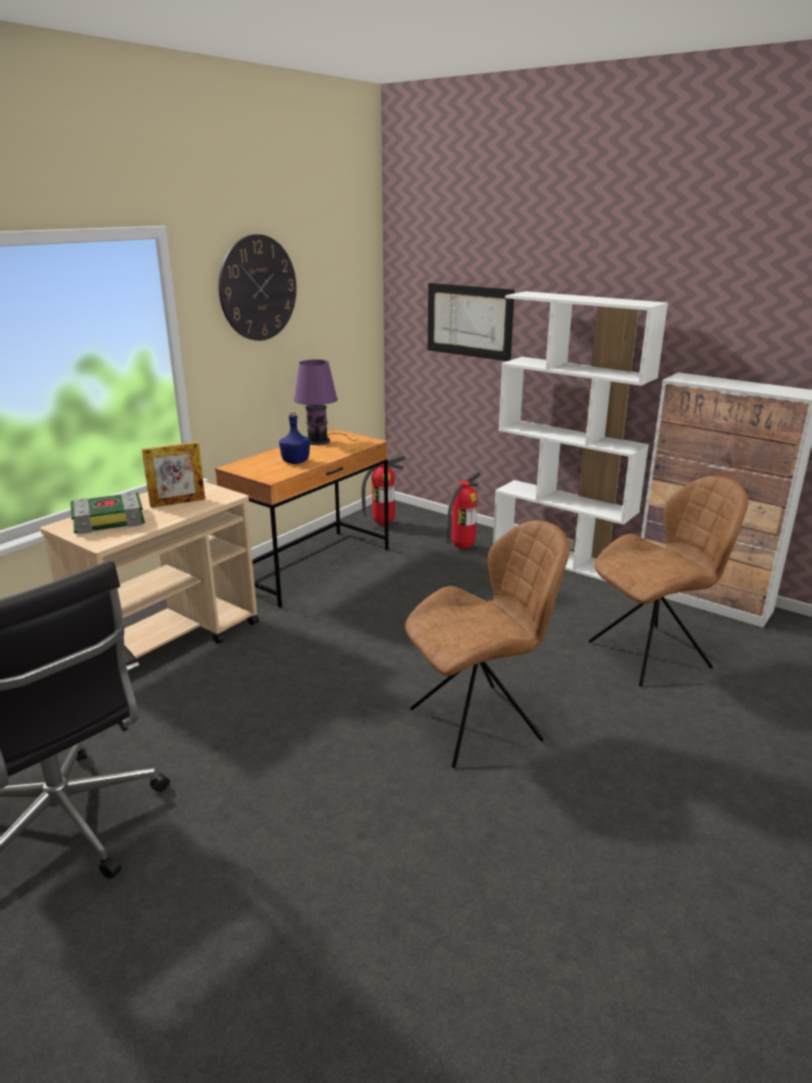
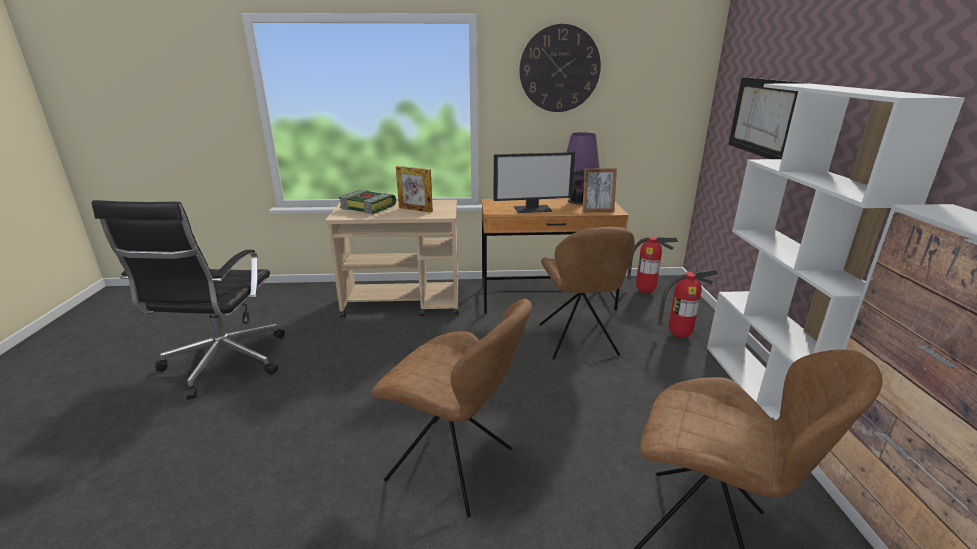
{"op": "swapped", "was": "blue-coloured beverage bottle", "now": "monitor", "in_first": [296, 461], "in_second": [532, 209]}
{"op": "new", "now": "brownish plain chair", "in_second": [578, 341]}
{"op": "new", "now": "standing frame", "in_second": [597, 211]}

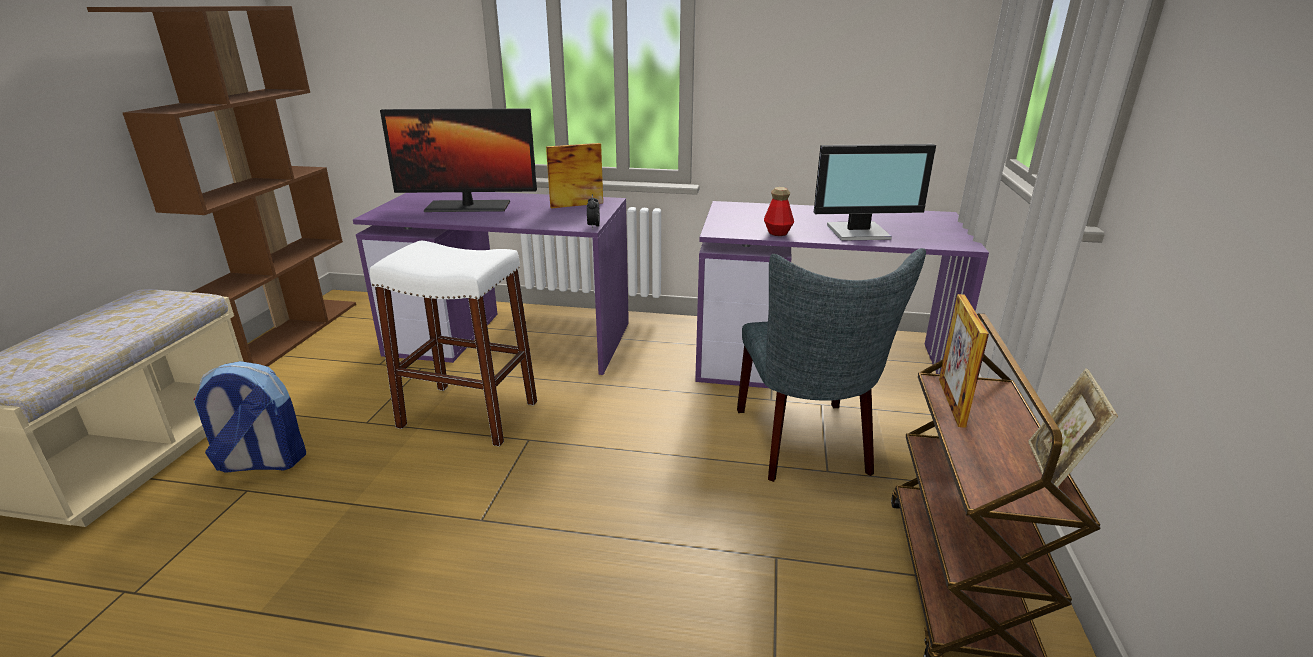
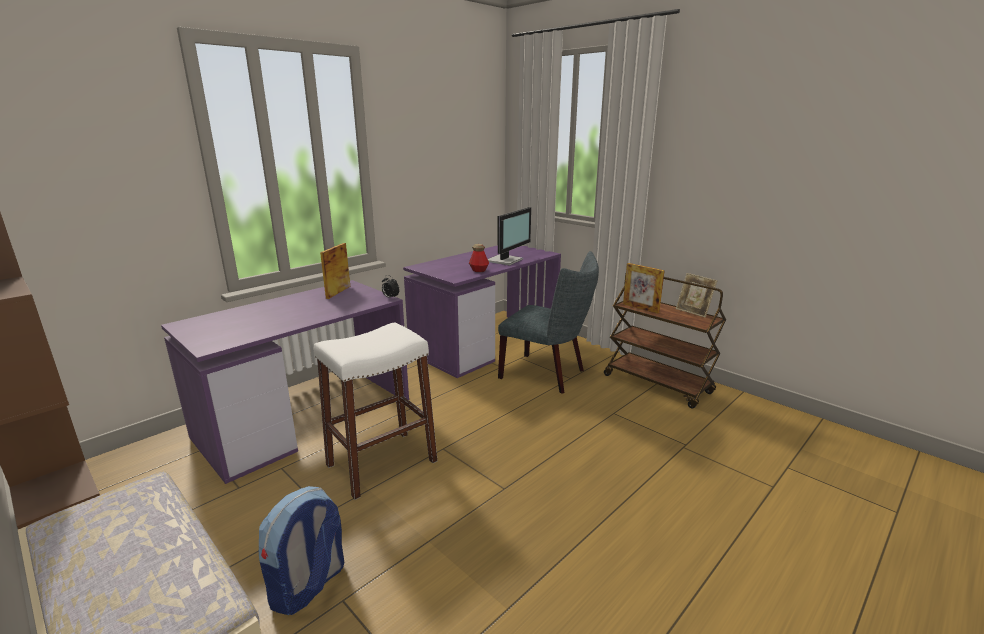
{"op": "gone", "was": "monitor", "in_first": [468, 206]}

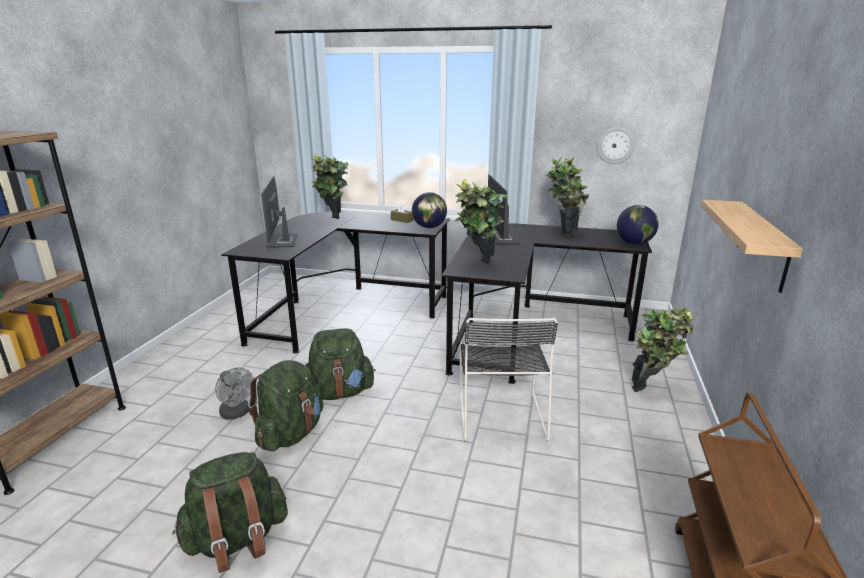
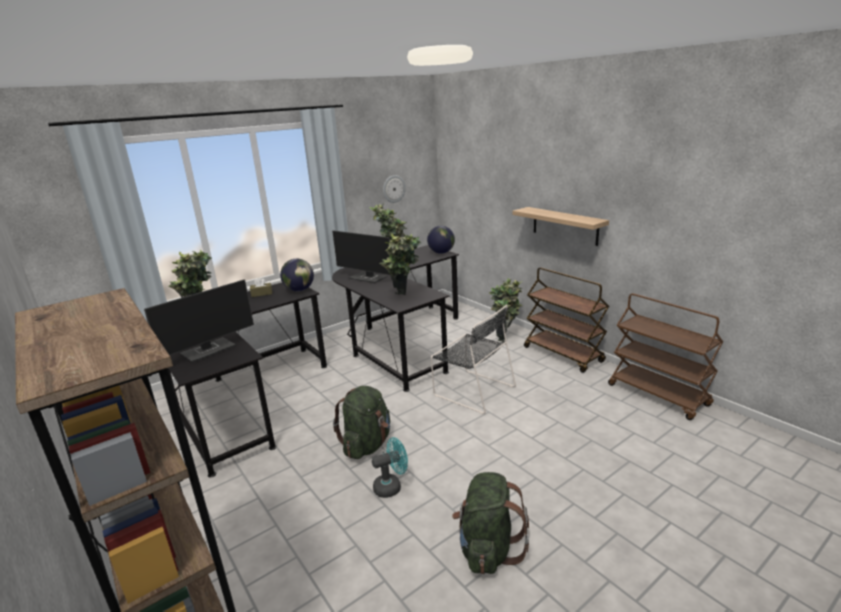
{"op": "rotated", "was": "monitor", "in_first": [282, 242], "in_second": [209, 350], "clockwise": -75}
{"op": "swapped", "was": "green-coloured backpack", "now": "turquoise-coloured fan", "in_first": [290, 434], "in_second": [391, 486]}
{"op": "new", "now": "brownish wheeled cart", "in_second": [563, 354]}
{"op": "gone", "was": "grey fan", "in_first": [237, 413]}

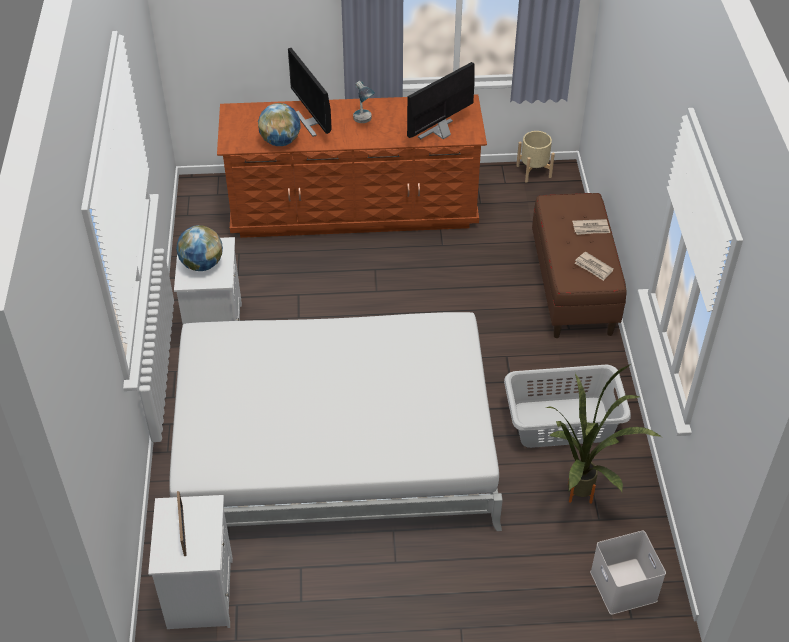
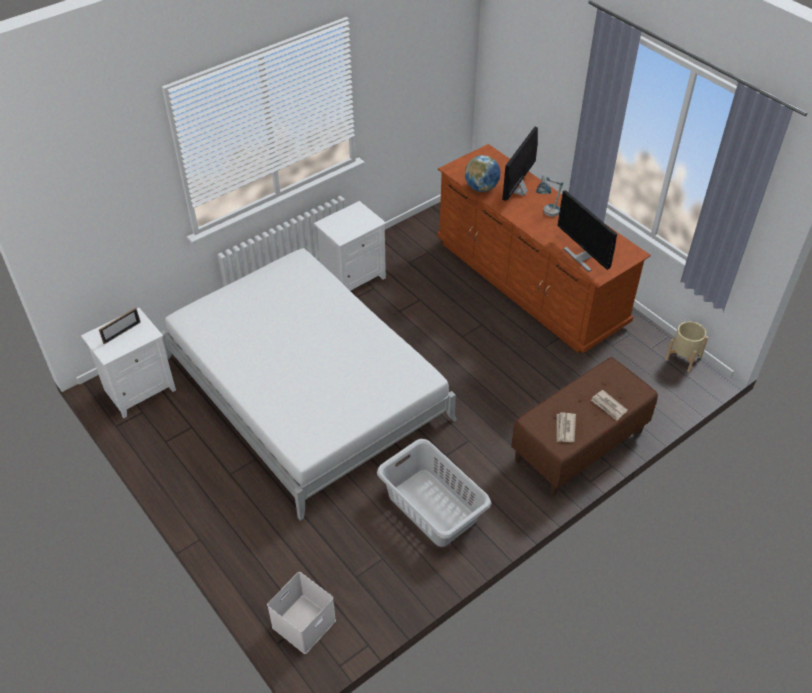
{"op": "rotated", "was": "monitor", "in_first": [440, 132], "in_second": [582, 257], "clockwise": -135}
{"op": "gone", "was": "globe", "in_first": [202, 264]}
{"op": "gone", "was": "houseplant", "in_first": [577, 501]}

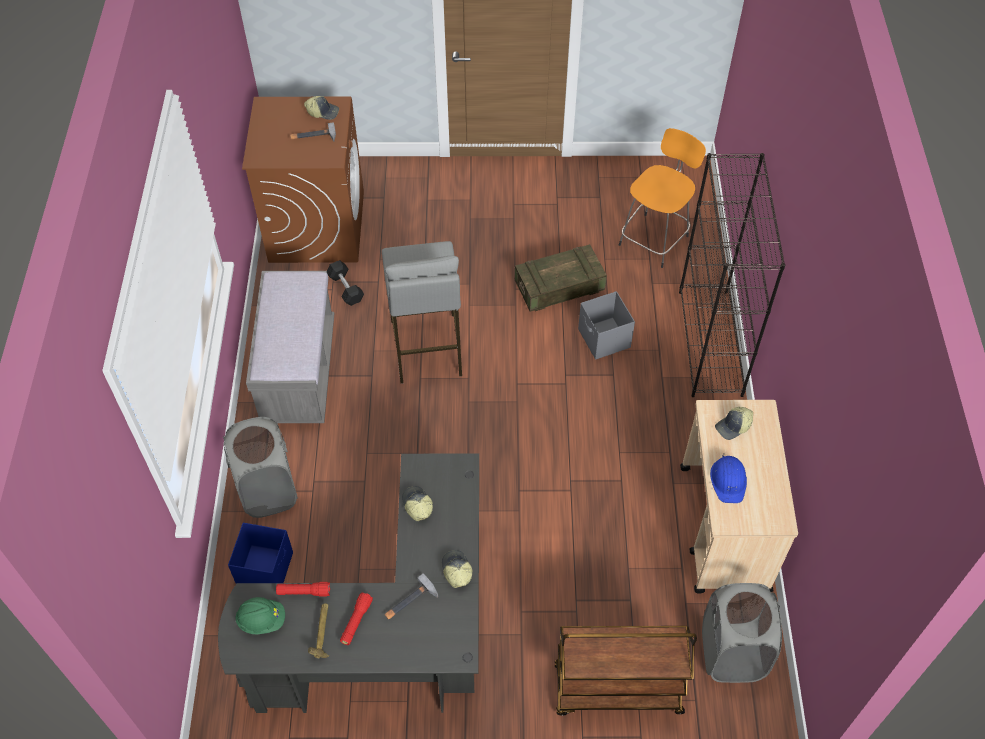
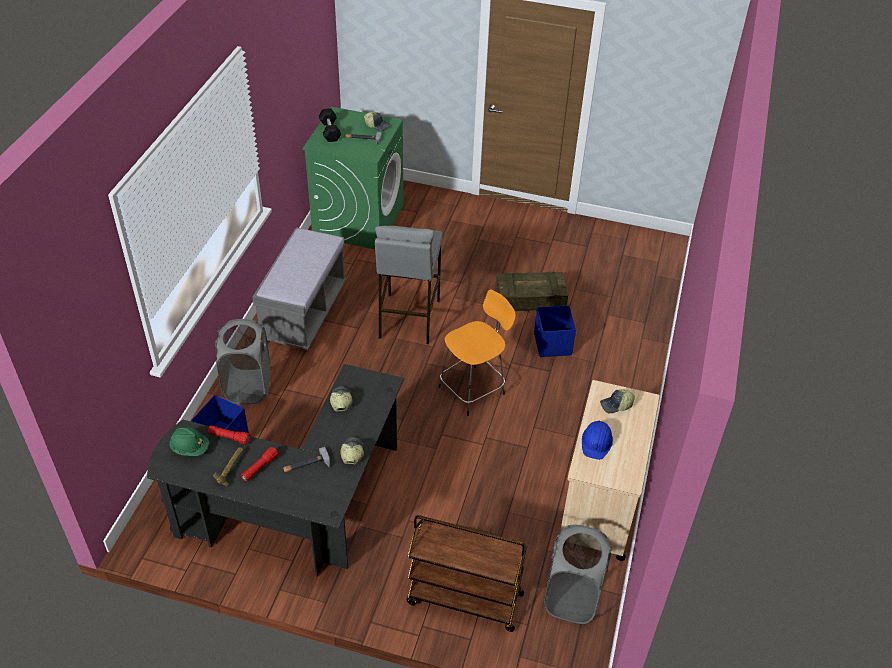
{"op": "repainted", "was": "brownish laundry appliance", "now": "green-coloured laundry appliance", "in_first": [316, 226], "in_second": [358, 220]}
{"op": "shifted", "was": "black-coloured dumbbell", "in_first": [346, 288], "in_second": [330, 131]}
{"op": "shifted", "was": "orange stool", "in_first": [655, 239], "in_second": [473, 389]}
{"op": "repainted", "was": "grey storage box", "now": "blue-coloured storage box", "in_first": [604, 339], "in_second": [552, 344]}
{"op": "gone", "was": "black-coloured bookshelf", "in_first": [710, 343]}

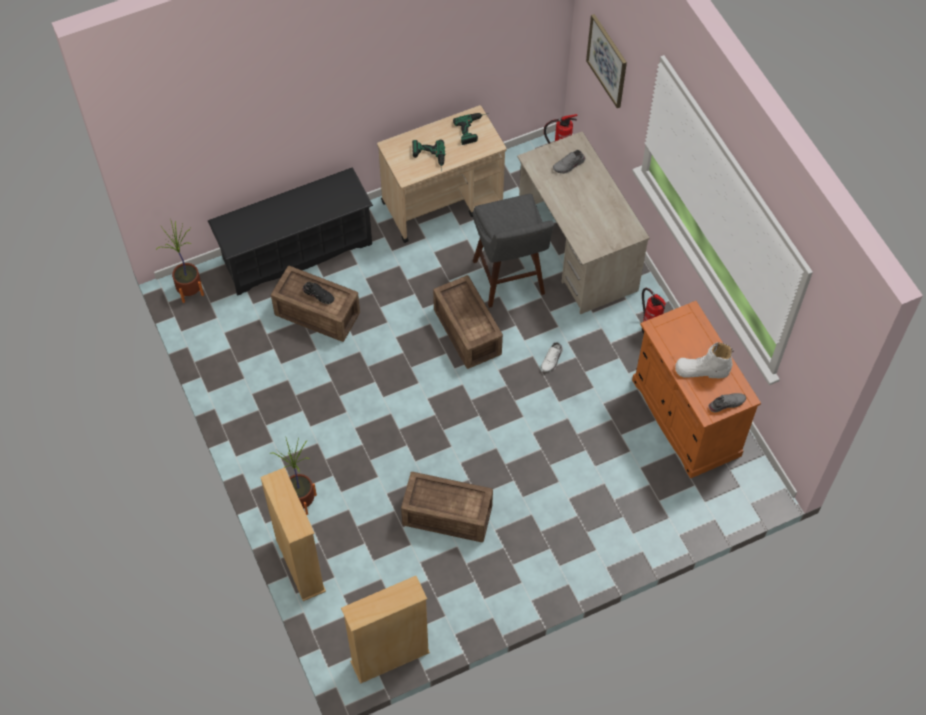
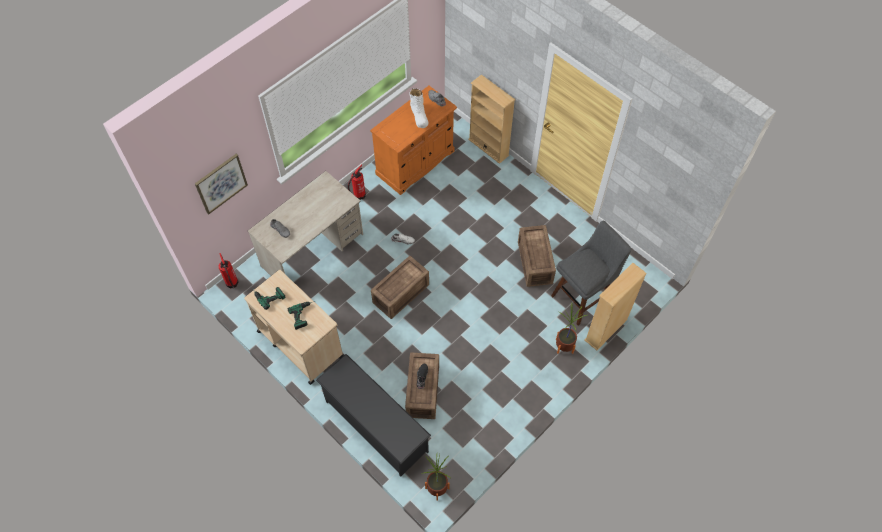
{"op": "shifted", "was": "sand-coloured bookshelf", "in_first": [390, 657], "in_second": [488, 147]}
{"op": "shifted", "was": "grey stool", "in_first": [509, 280], "in_second": [582, 298]}

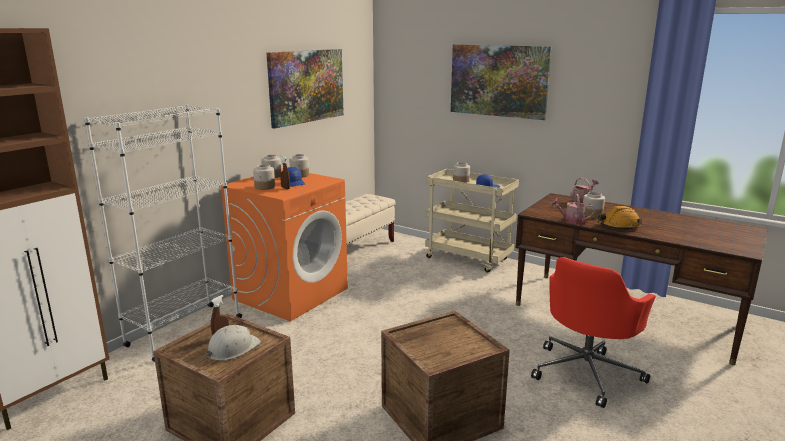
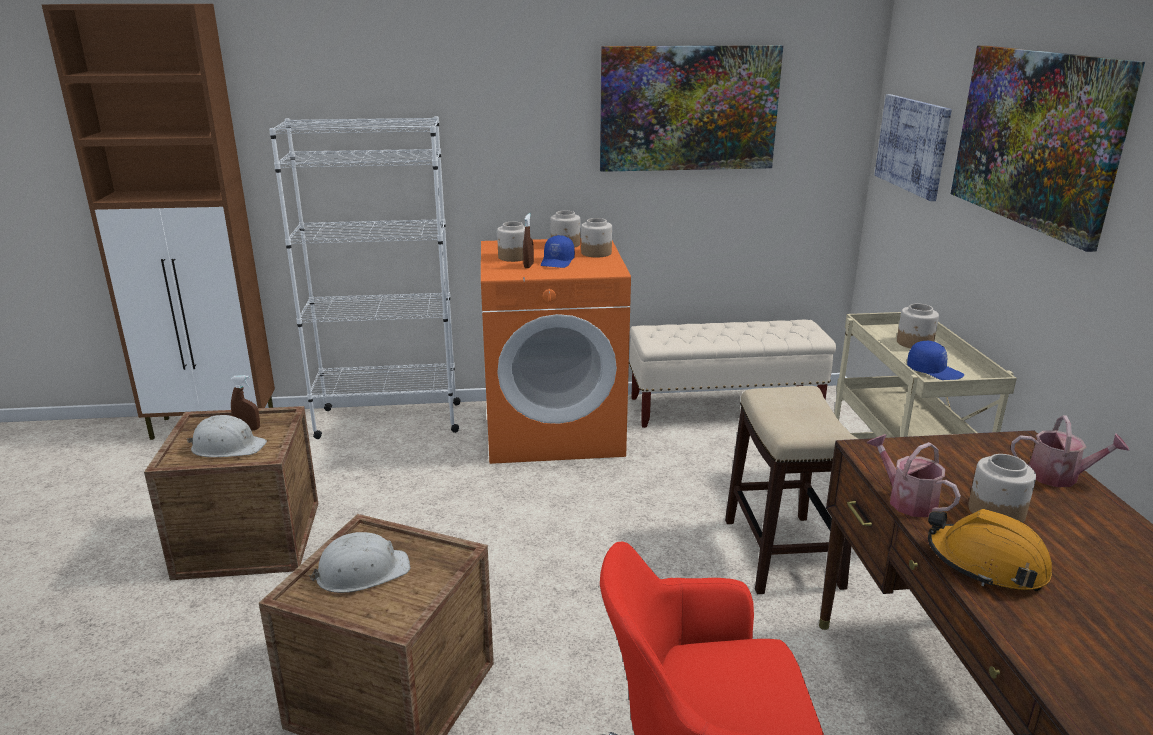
{"op": "new", "now": "white-coloured work helmet", "in_second": [362, 572]}
{"op": "new", "now": "stool", "in_second": [782, 554]}
{"op": "new", "now": "wall art", "in_second": [912, 145]}

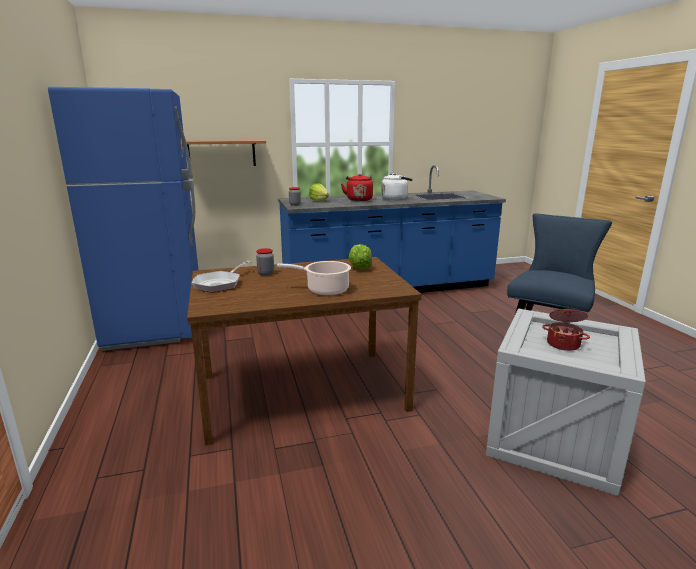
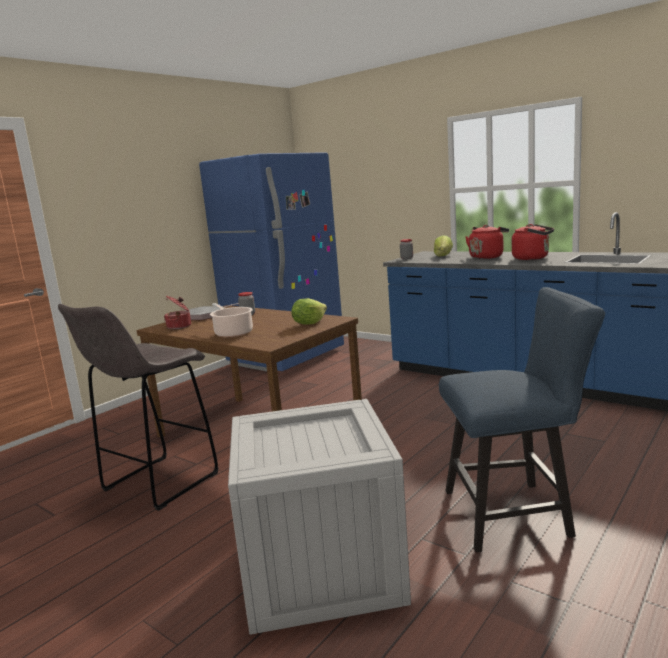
{"op": "new", "now": "grey stool", "in_second": [158, 483]}
{"op": "shifted", "was": "saucepot", "in_first": [563, 344], "in_second": [180, 326]}
{"op": "repainted", "was": "white-coloured water kettle", "now": "reddish water kettle", "in_first": [395, 198], "in_second": [533, 258]}
{"op": "gone", "was": "bracket shelf", "in_first": [221, 153]}

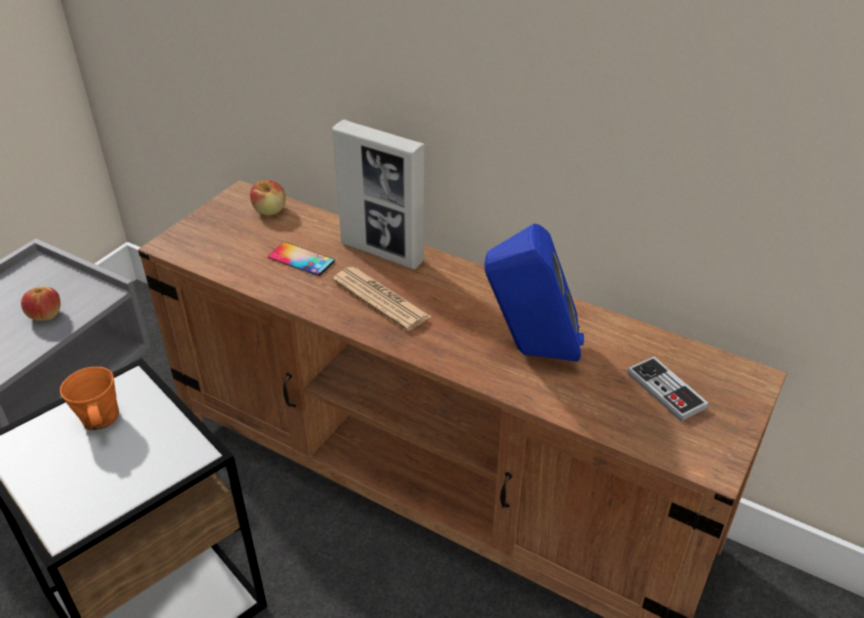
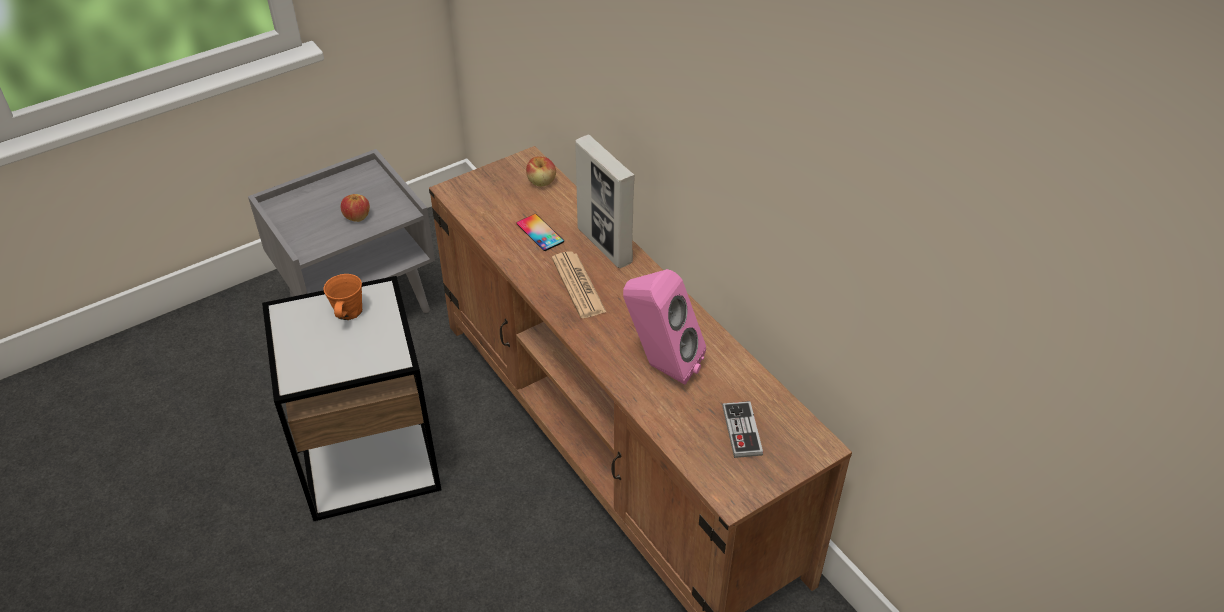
{"op": "repainted", "was": "blue-coloured loudspeaker", "now": "pinkish loudspeaker", "in_first": [530, 352], "in_second": [660, 366]}

